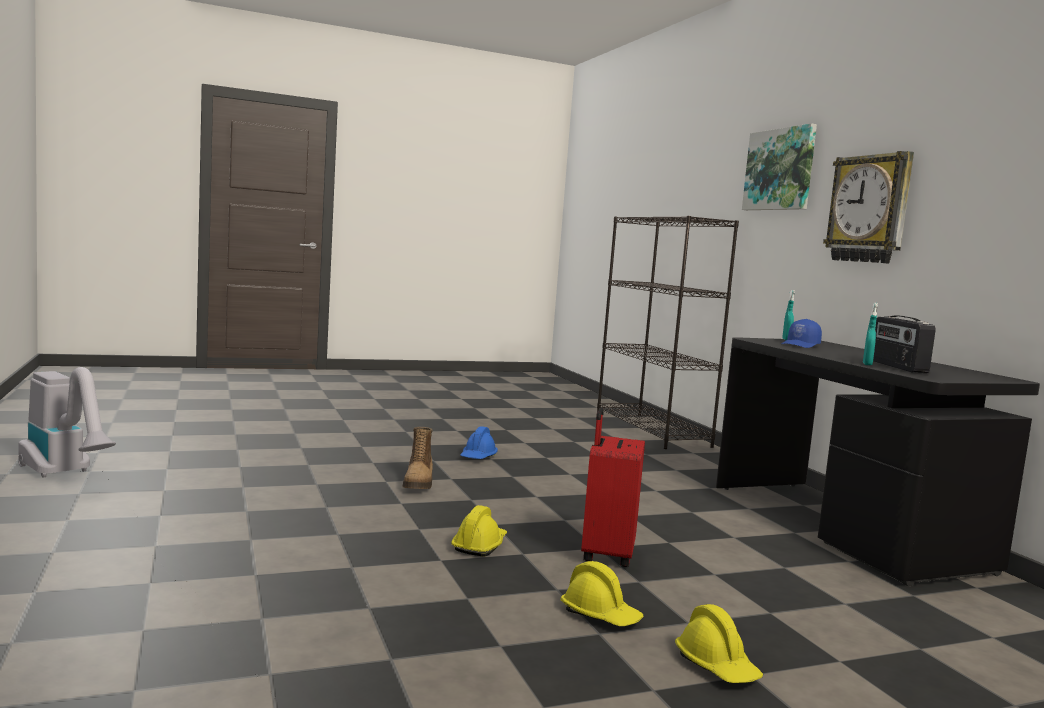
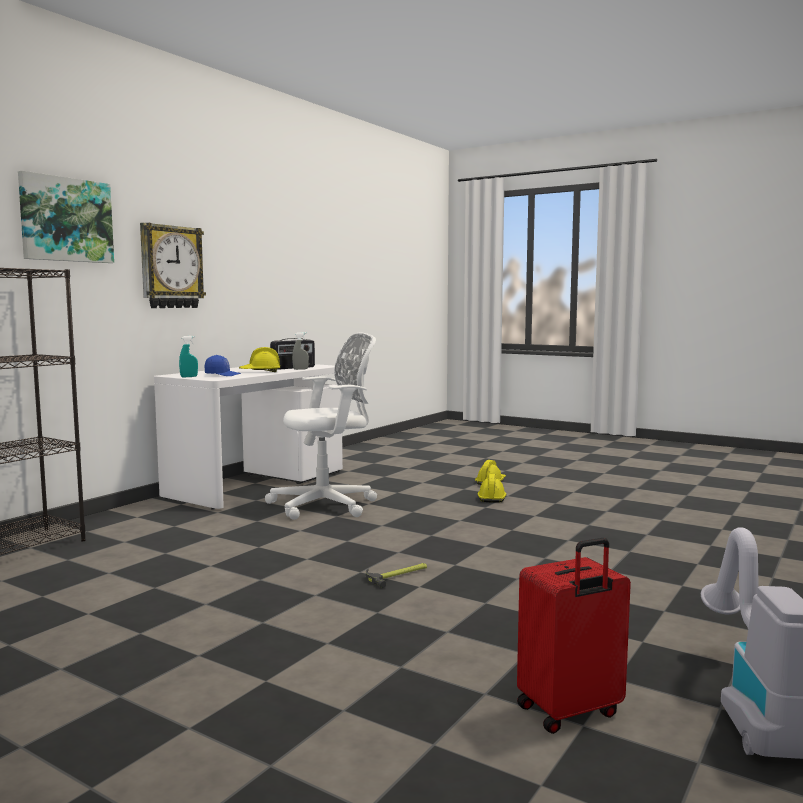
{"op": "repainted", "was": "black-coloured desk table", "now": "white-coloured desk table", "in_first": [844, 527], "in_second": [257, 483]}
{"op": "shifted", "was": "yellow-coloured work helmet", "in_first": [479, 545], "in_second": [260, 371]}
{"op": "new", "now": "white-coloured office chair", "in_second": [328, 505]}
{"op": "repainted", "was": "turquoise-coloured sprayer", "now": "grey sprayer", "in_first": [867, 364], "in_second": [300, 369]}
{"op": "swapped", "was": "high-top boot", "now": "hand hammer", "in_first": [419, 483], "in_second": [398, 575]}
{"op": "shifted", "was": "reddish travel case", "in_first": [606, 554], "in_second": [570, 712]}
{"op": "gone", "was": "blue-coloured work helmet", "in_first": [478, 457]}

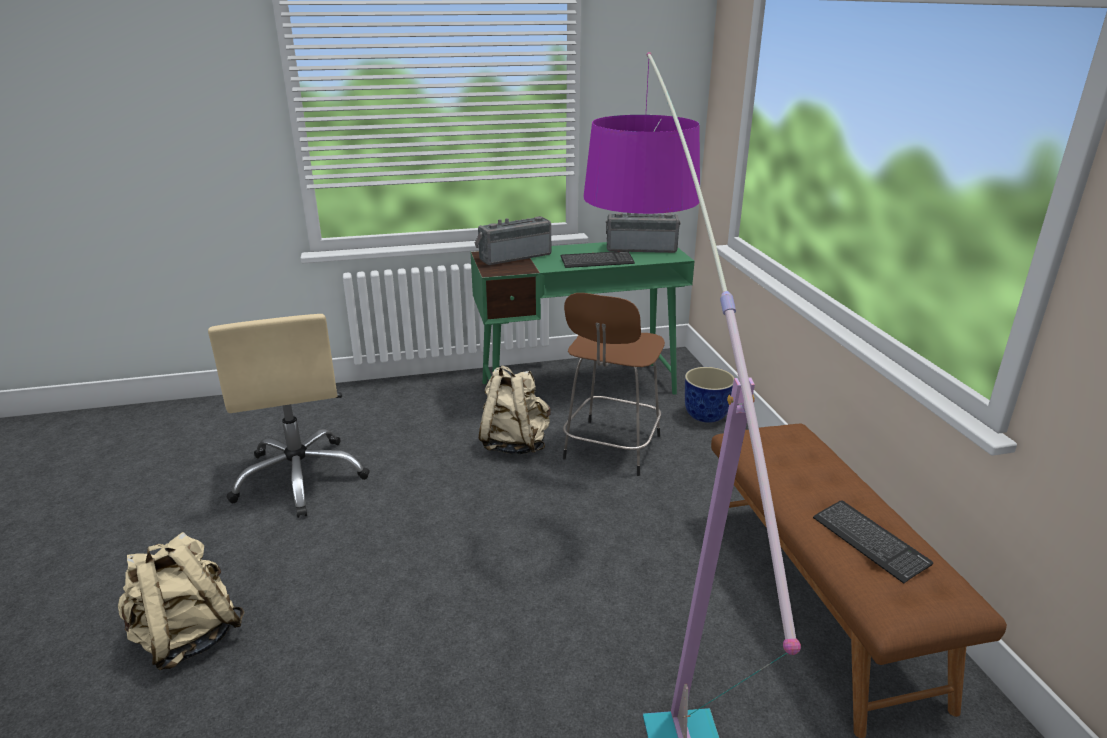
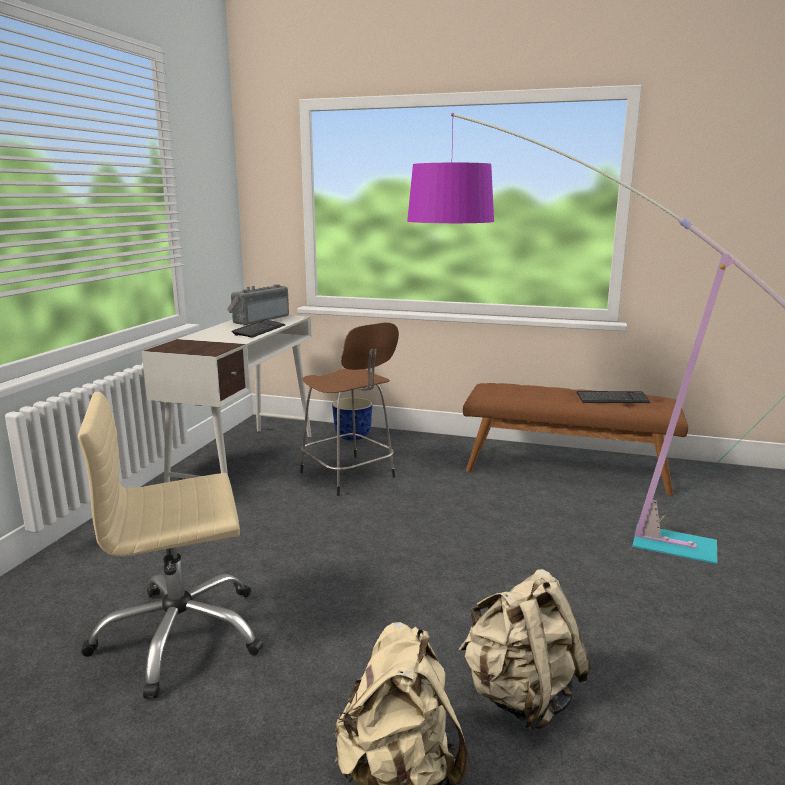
{"op": "rotated", "was": "sand-coloured office chair", "in_first": [301, 477], "in_second": [180, 636], "clockwise": 150}
{"op": "repainted", "was": "green-coloured desk table", "now": "white-coloured desk table", "in_first": [579, 388], "in_second": [246, 462]}
{"op": "shifted", "was": "sand-coloured backpack", "in_first": [514, 444], "in_second": [520, 696]}
{"op": "gone", "was": "radio set", "in_first": [514, 256]}

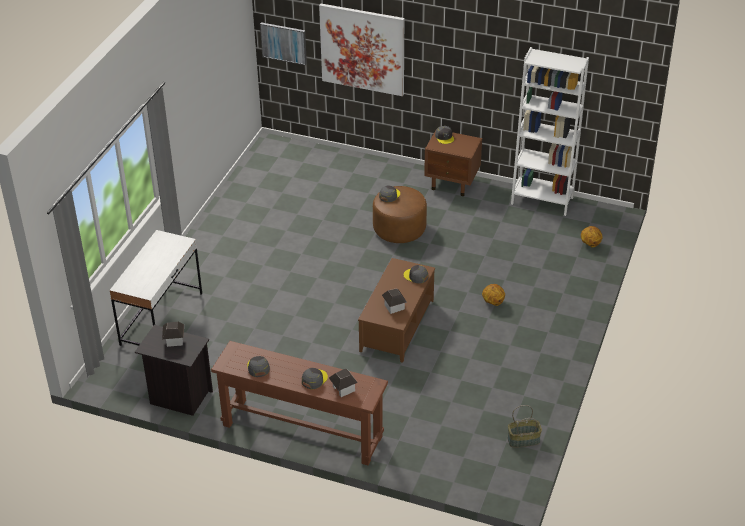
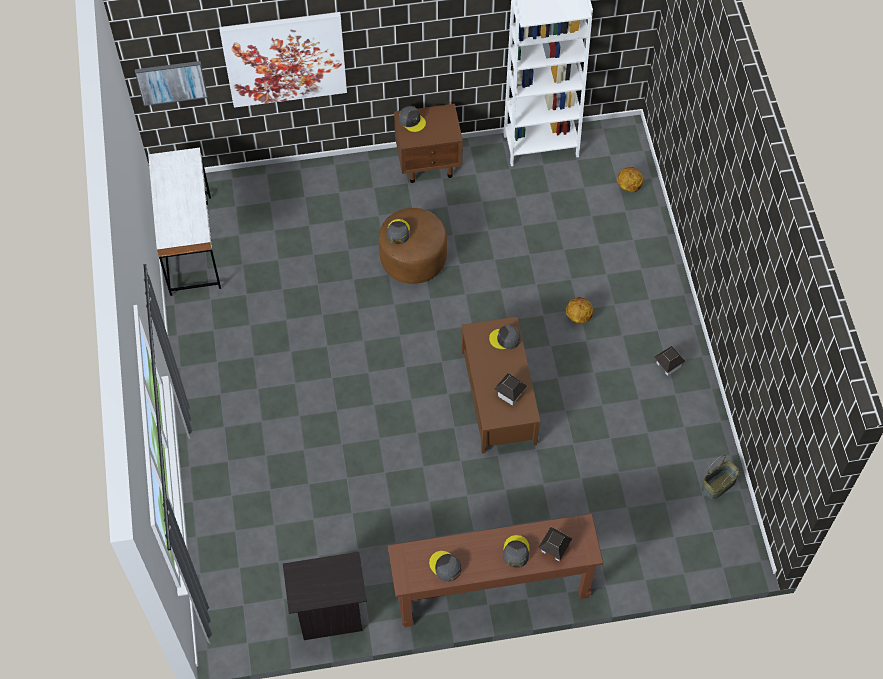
{"op": "shifted", "was": "white-coloured desk table", "in_first": [162, 319], "in_second": [191, 245]}
{"op": "shifted", "was": "miniature house", "in_first": [174, 340], "in_second": [668, 365]}

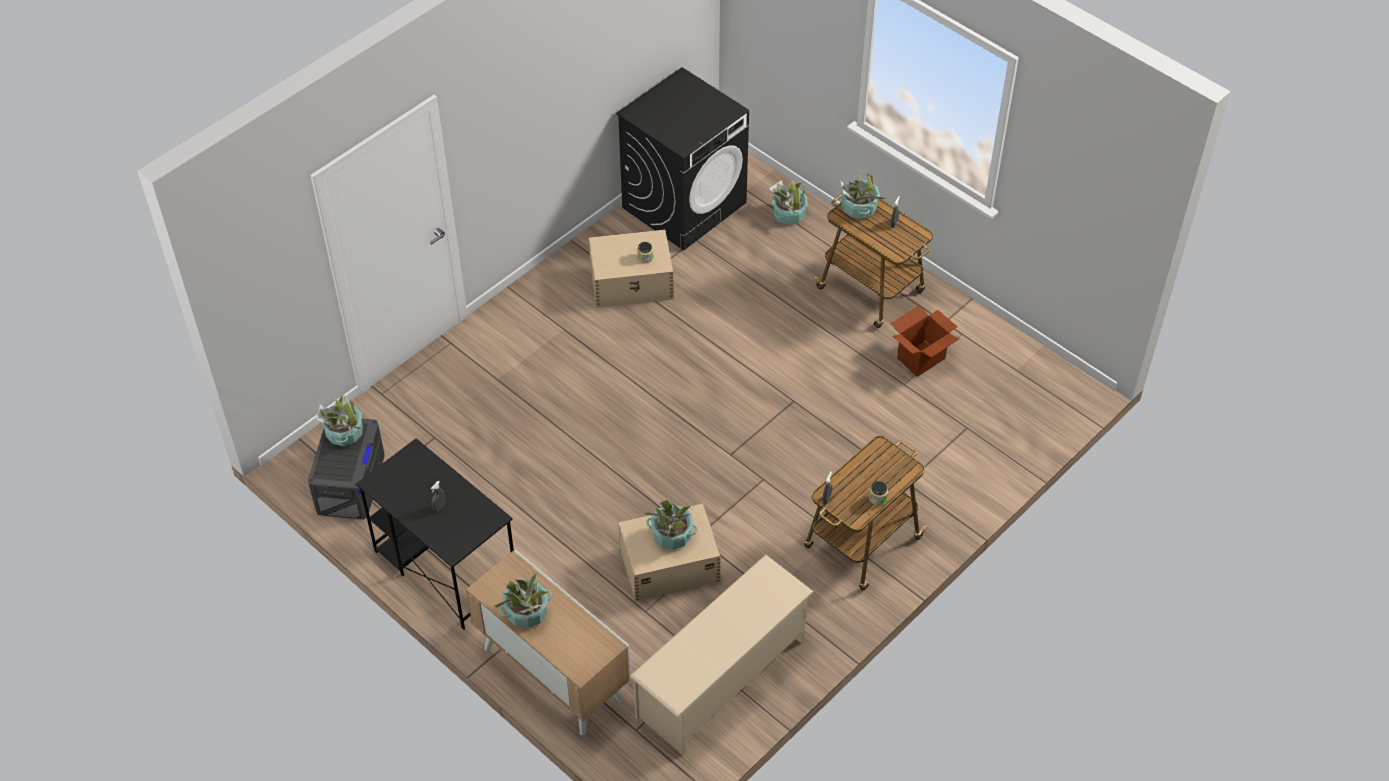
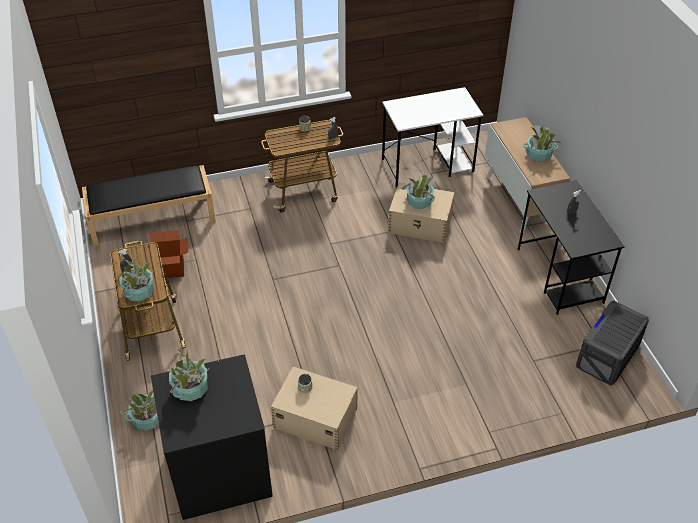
{"op": "new", "now": "black-coloured bench", "in_second": [153, 218]}
{"op": "shifted", "was": "houseplant", "in_first": [344, 433], "in_second": [191, 388]}
{"op": "swapped", "was": "sand-coloured shoe rack", "now": "white-coloured desk table", "in_first": [721, 678], "in_second": [428, 165]}

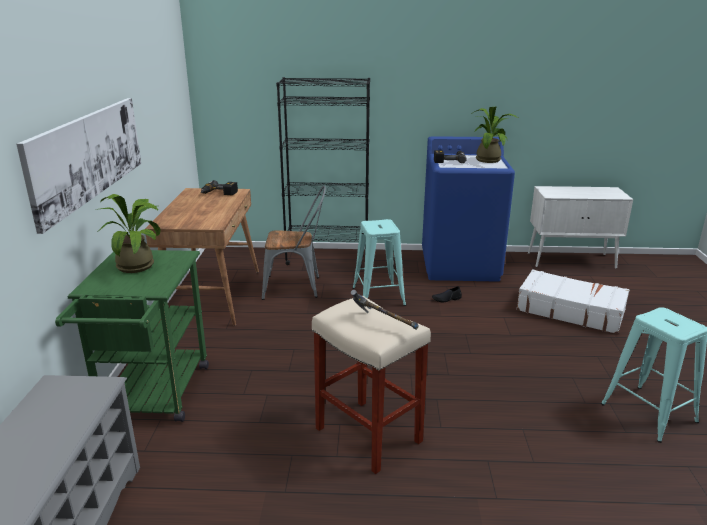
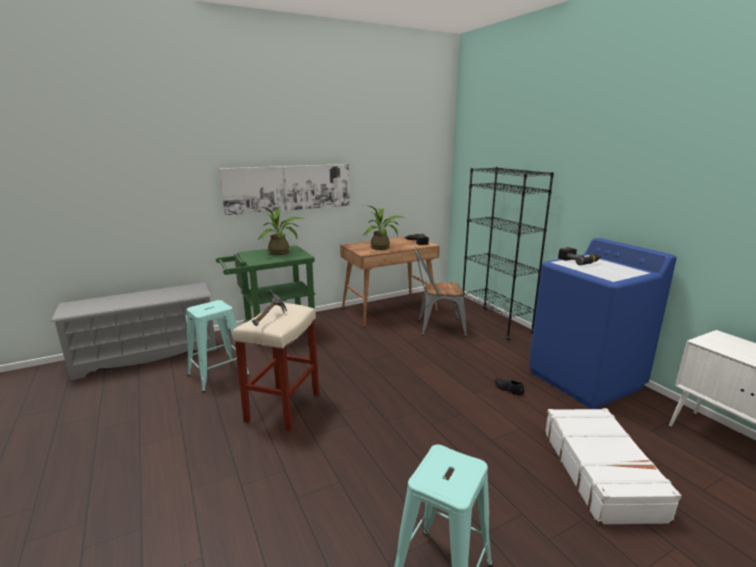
{"op": "shifted", "was": "turquoise-coloured stool", "in_first": [378, 296], "in_second": [218, 375]}
{"op": "shifted", "was": "houseplant", "in_first": [489, 159], "in_second": [382, 248]}
{"op": "rotated", "was": "grey plain chair", "in_first": [297, 287], "in_second": [436, 327], "clockwise": 120}

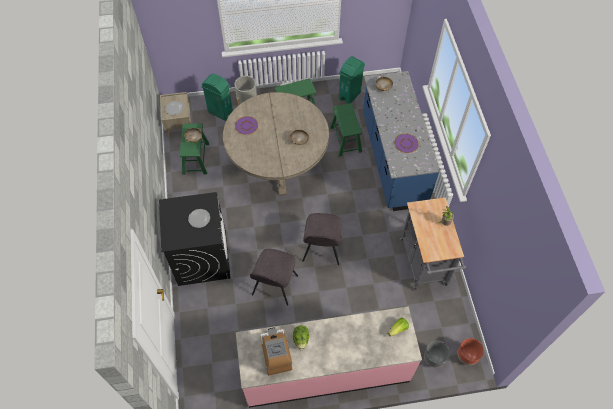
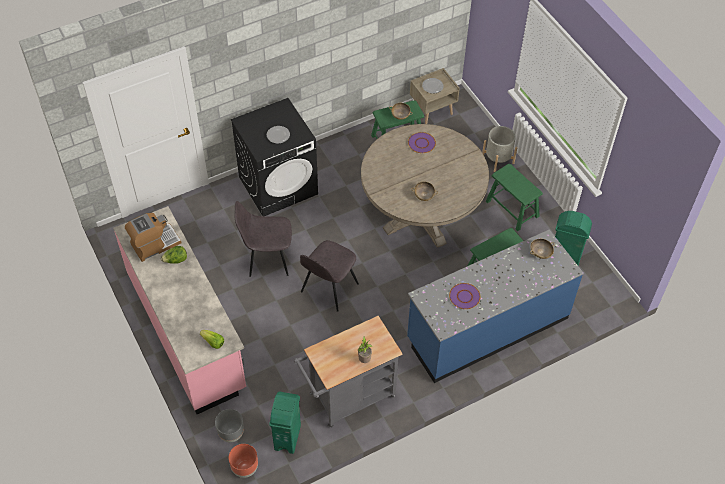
{"op": "shifted", "was": "green-coloured trash can", "in_first": [220, 112], "in_second": [288, 437]}
{"op": "rotated", "was": "grey plain chair", "in_first": [322, 250], "in_second": [328, 289], "clockwise": -45}

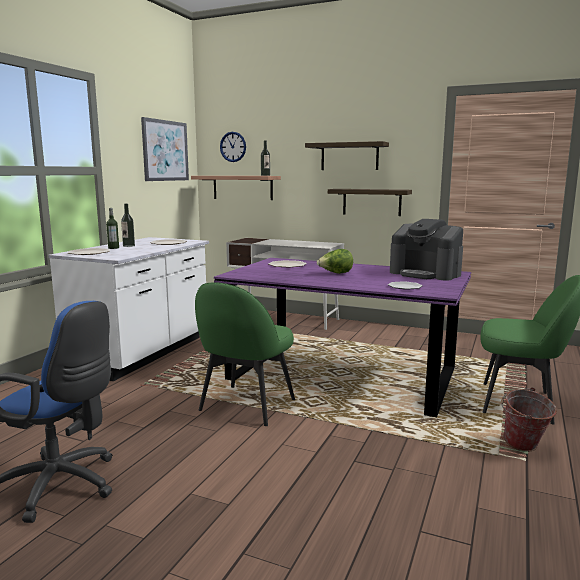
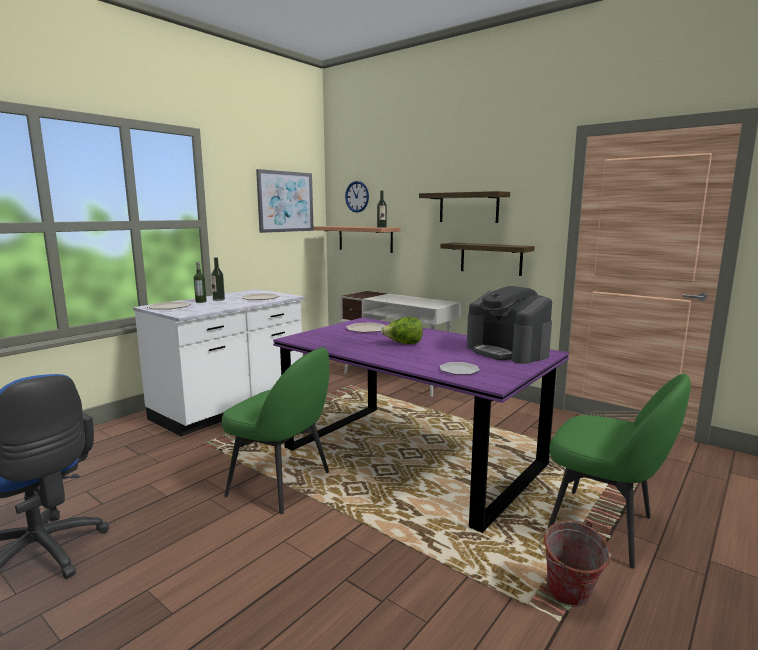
{"op": "rotated", "was": "green-coloured plain chair", "in_first": [246, 406], "in_second": [281, 484], "clockwise": -105}

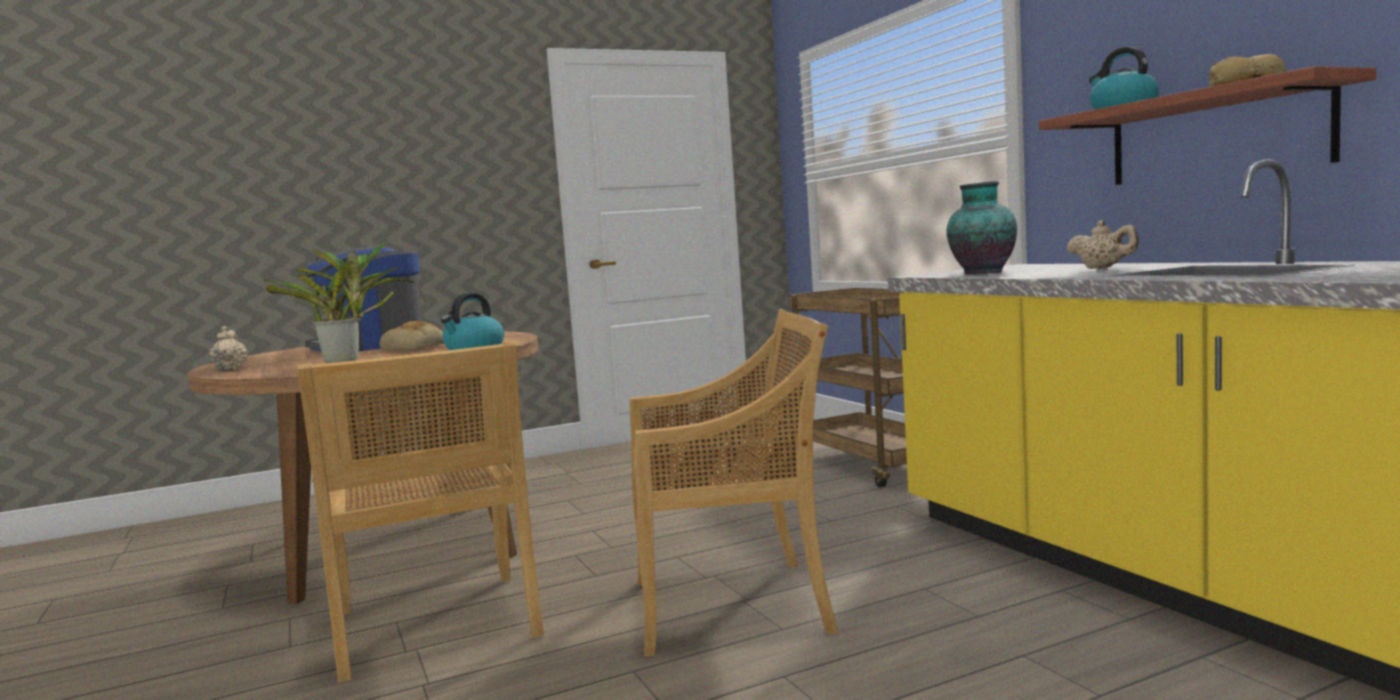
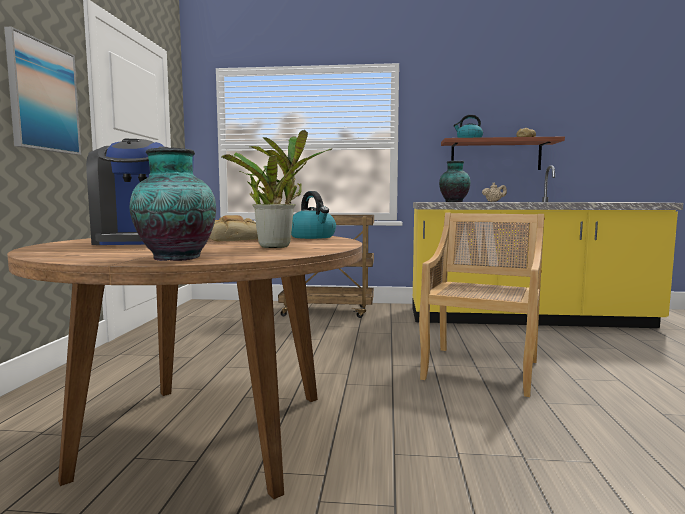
{"op": "new", "now": "wall art", "in_second": [43, 97]}
{"op": "swapped", "was": "sand-coloured pot for tea", "now": "vase", "in_first": [231, 369], "in_second": [174, 258]}
{"op": "gone", "was": "sand-coloured plain chair", "in_first": [436, 626]}

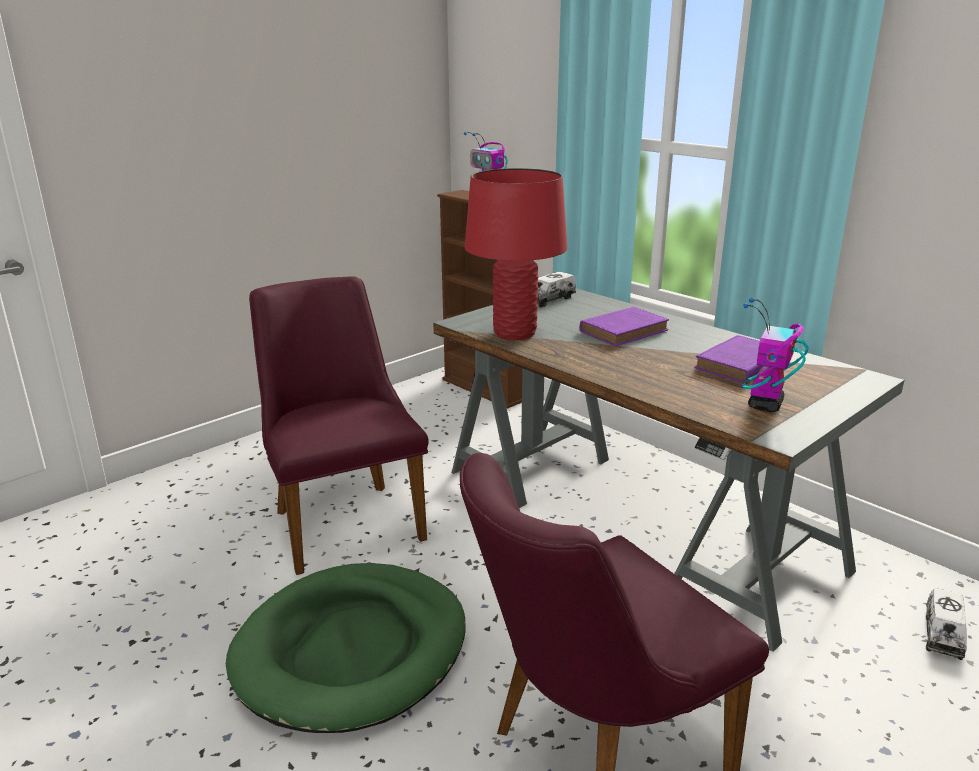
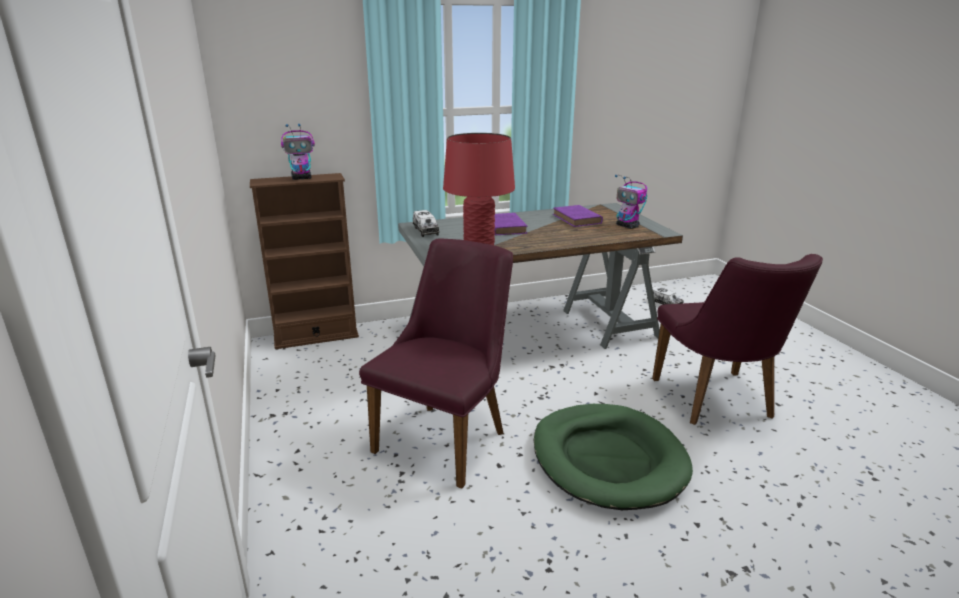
{"op": "rotated", "was": "purple plain chair", "in_first": [343, 518], "in_second": [448, 436], "clockwise": 120}

